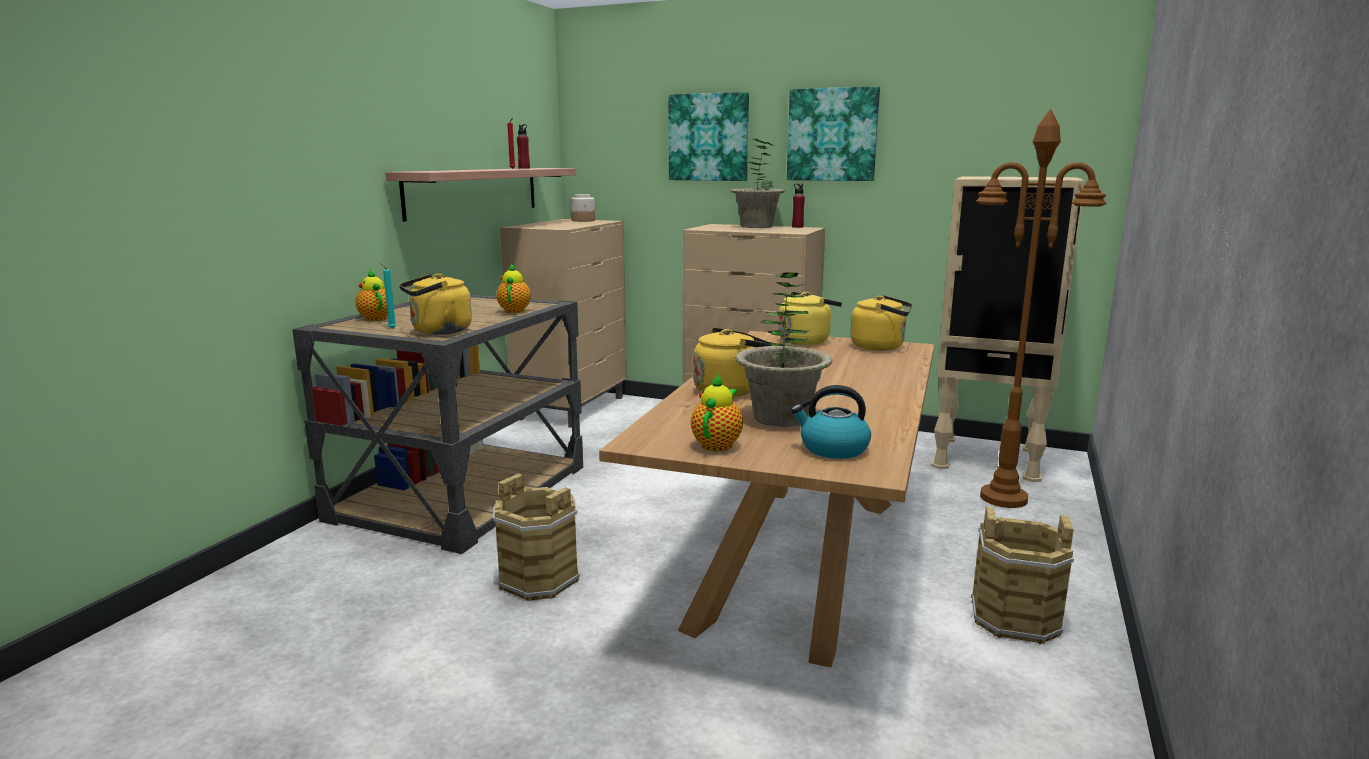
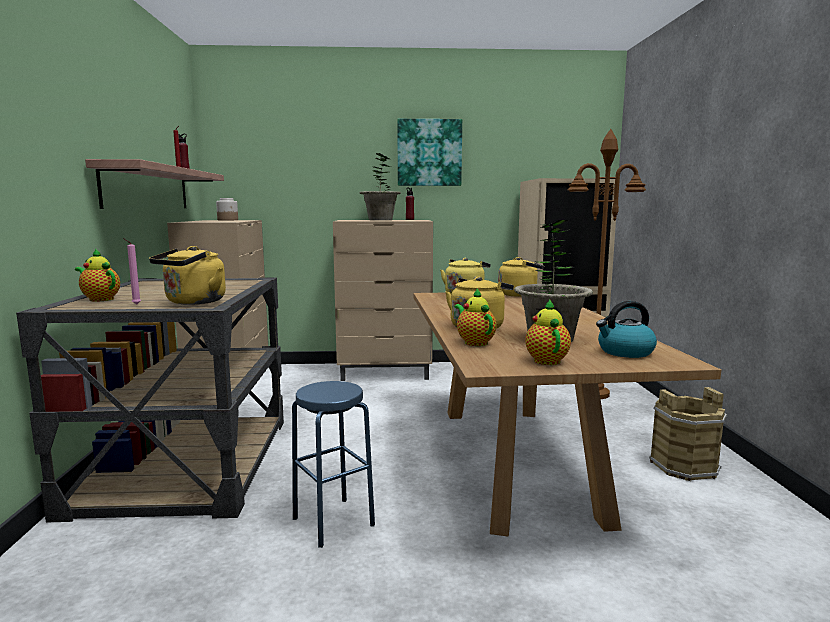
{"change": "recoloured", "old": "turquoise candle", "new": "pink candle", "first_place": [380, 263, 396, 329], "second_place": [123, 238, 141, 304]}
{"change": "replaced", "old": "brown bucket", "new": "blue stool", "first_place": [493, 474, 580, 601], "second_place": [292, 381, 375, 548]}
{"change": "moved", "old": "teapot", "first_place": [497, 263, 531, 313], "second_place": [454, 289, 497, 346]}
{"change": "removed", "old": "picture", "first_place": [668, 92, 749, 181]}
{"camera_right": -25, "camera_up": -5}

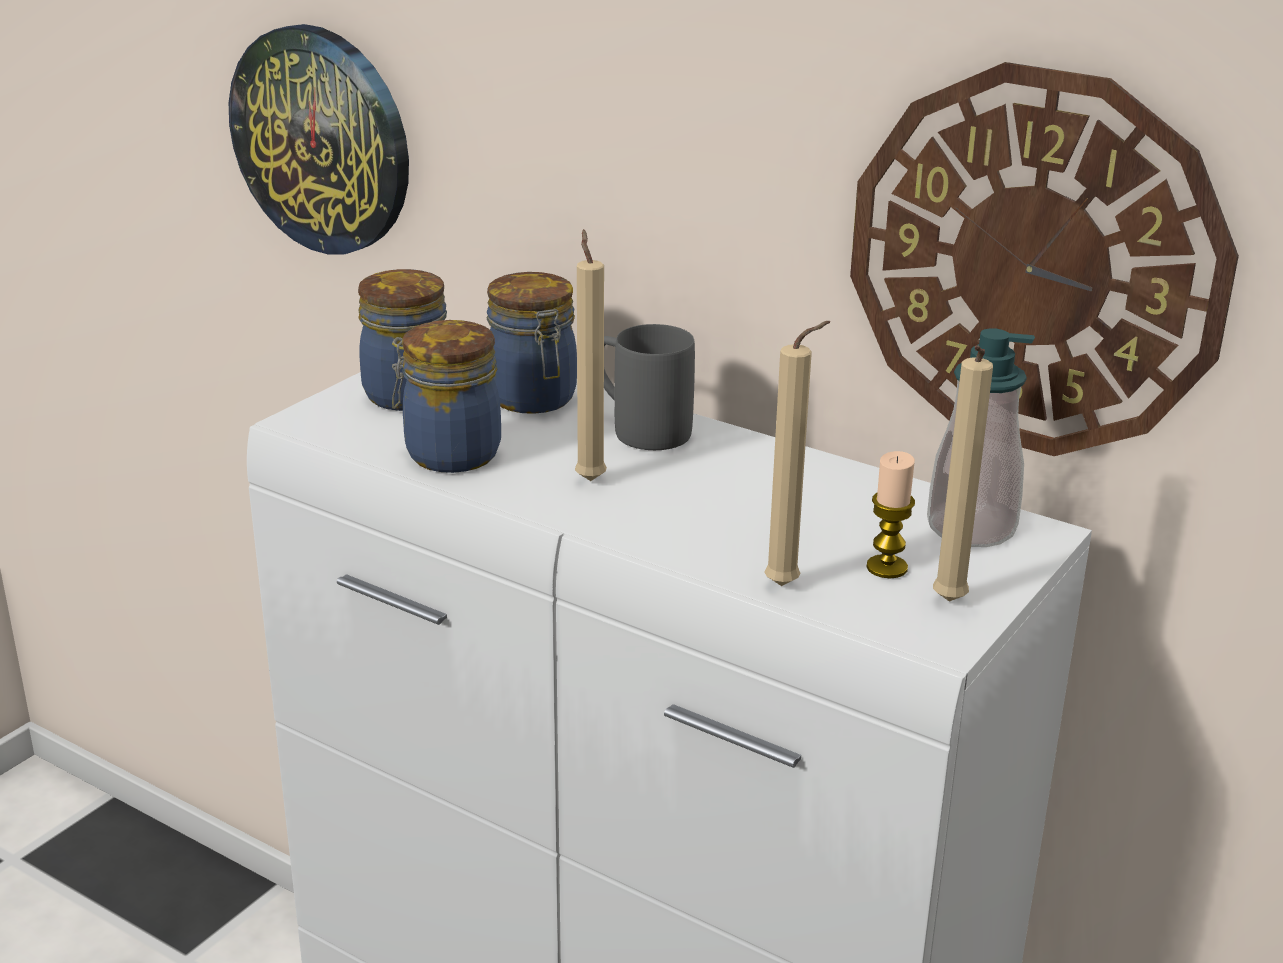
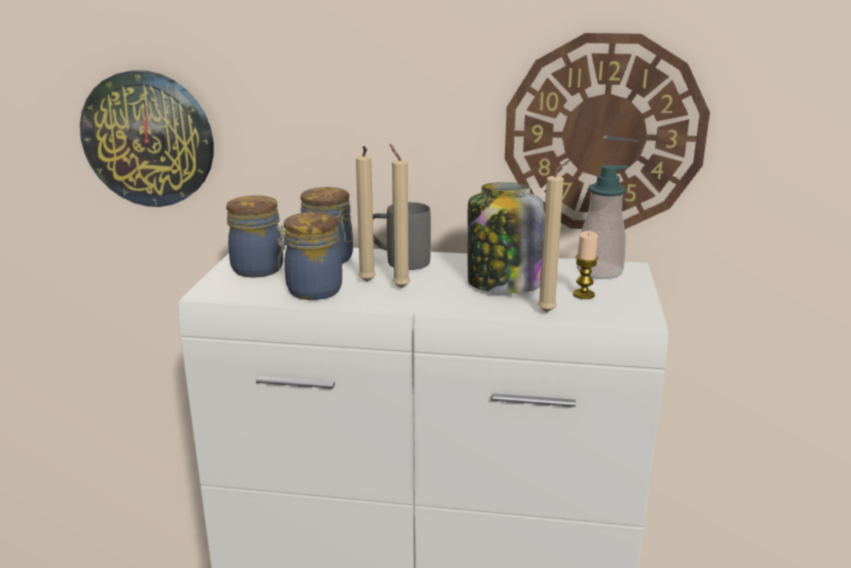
{"change": "moved", "old": "beige candle", "first_place": [933, 345, 993, 602], "second_place": [356, 146, 376, 282]}
{"change": "added", "new": "jar", "second_place": [467, 182, 544, 293]}
{"camera_right": -25, "camera_up": -5}

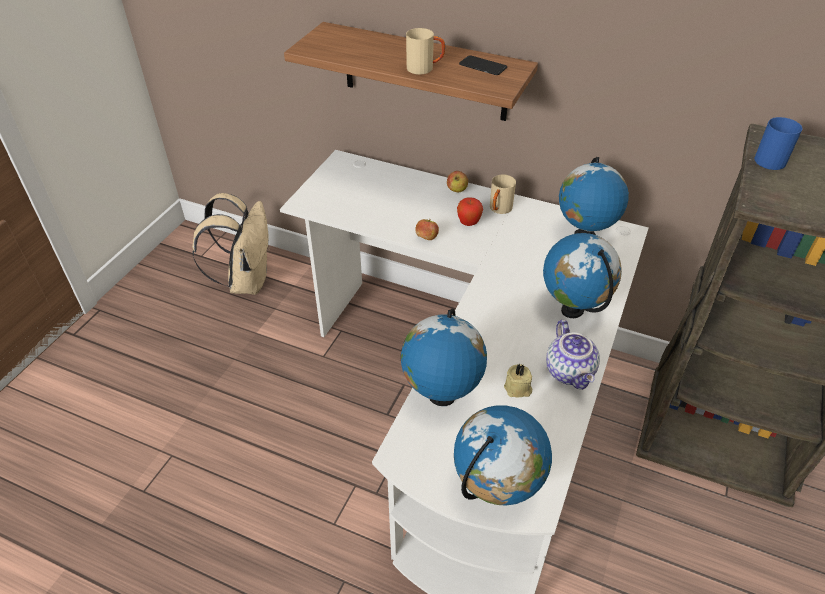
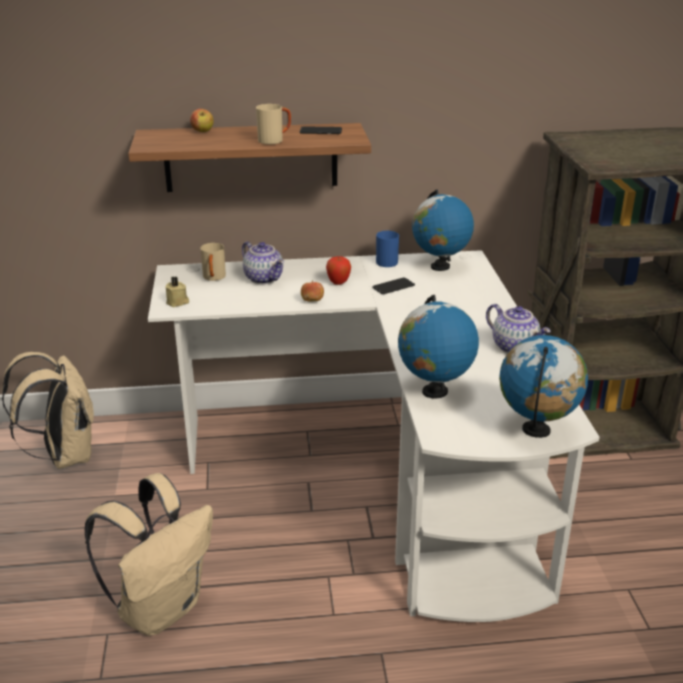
{"change": "added", "new": "beige backpack", "second_place": [85, 473, 213, 636]}
{"change": "moved", "old": "beige candle", "first_place": [504, 363, 532, 397], "second_place": [165, 276, 189, 307]}
{"change": "moved", "old": "apple", "first_place": [447, 171, 468, 192], "second_place": [190, 109, 214, 132]}
{"change": "moved", "old": "beige mug", "first_place": [490, 174, 516, 214], "second_place": [200, 243, 226, 281]}
{"change": "added", "new": "teapot", "second_place": [242, 241, 284, 284]}
{"change": "added", "new": "phone", "second_place": [372, 278, 415, 294]}
{"change": "moved", "old": "blue mug", "first_place": [754, 117, 803, 170], "second_place": [376, 231, 399, 267]}
{"change": "removed", "old": "globe", "first_place": [543, 233, 622, 318]}
{"camera_right": -30, "camera_up": -15}

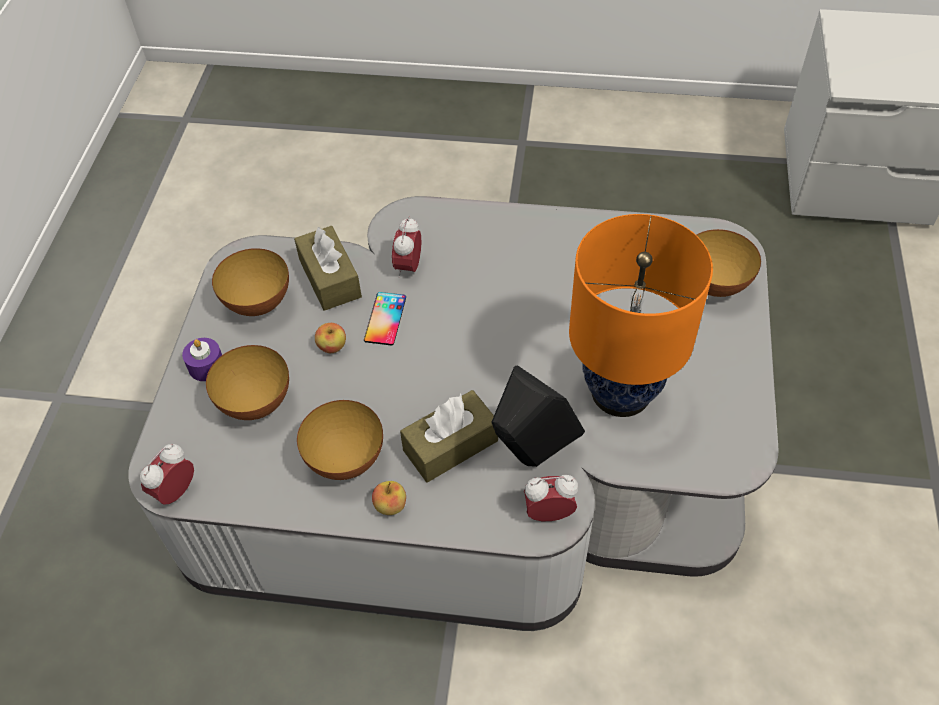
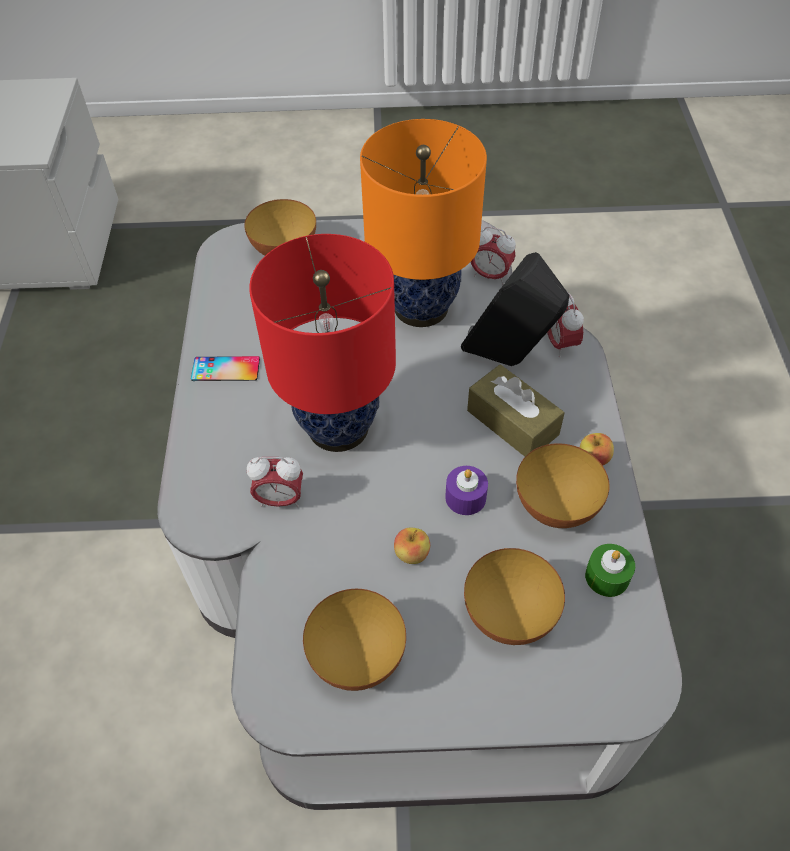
{"change": "moved", "old": "phone", "first_place": [364, 292, 406, 345], "second_place": [191, 356, 260, 381]}
{"change": "added", "new": "red table lamp", "second_place": [249, 234, 396, 452]}
{"change": "moved", "old": "purple candle", "first_place": [182, 338, 222, 381], "second_place": [445, 466, 488, 515]}
{"change": "moved", "old": "alarm clock", "first_place": [140, 444, 194, 504], "second_place": [471, 227, 516, 284]}
{"change": "added", "new": "green candle", "second_place": [585, 544, 635, 597]}
{"change": "removed", "old": "brown tissue box", "first_place": [294, 226, 362, 311]}
{"camera_right": -100, "camera_up": 0}

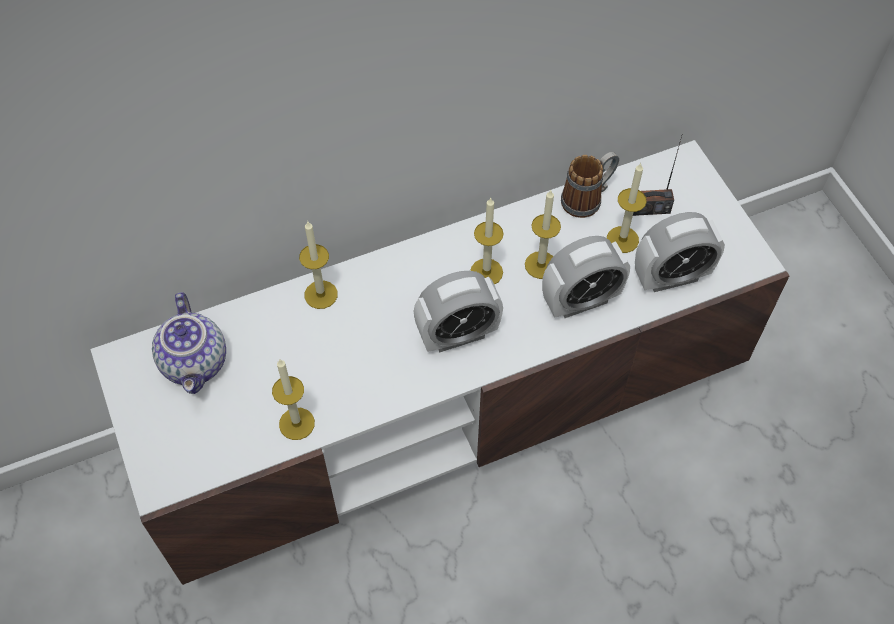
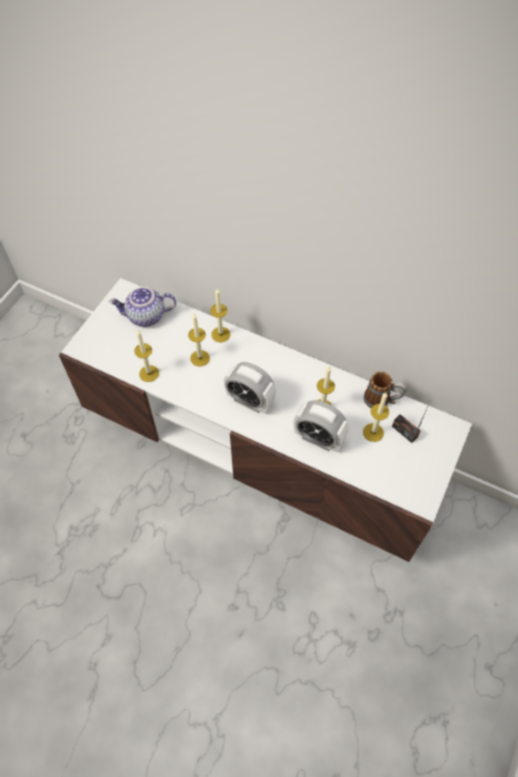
{"change": "turned", "old": "teapot", "first_place": [152, 292, 226, 394], "second_place": [109, 287, 176, 327], "degrees": 45}
{"change": "moved", "old": "candle", "first_place": [470, 197, 504, 285], "second_place": [188, 314, 210, 367]}
{"change": "removed", "old": "alarm clock", "first_place": [635, 212, 725, 292]}
{"camera_right": 50, "camera_up": 0}

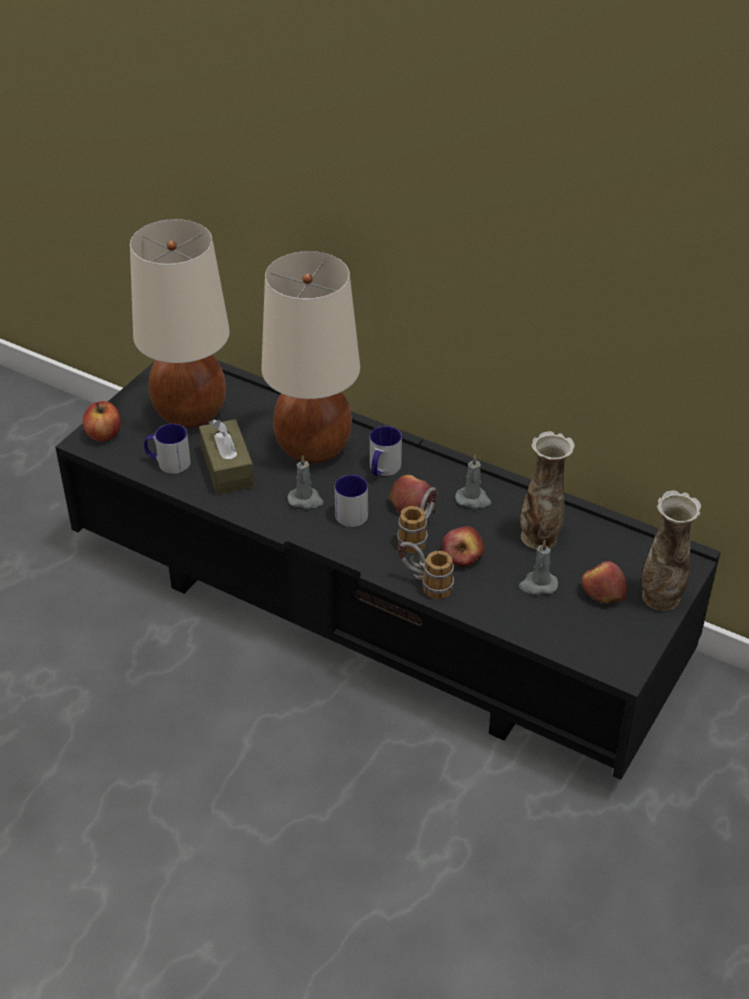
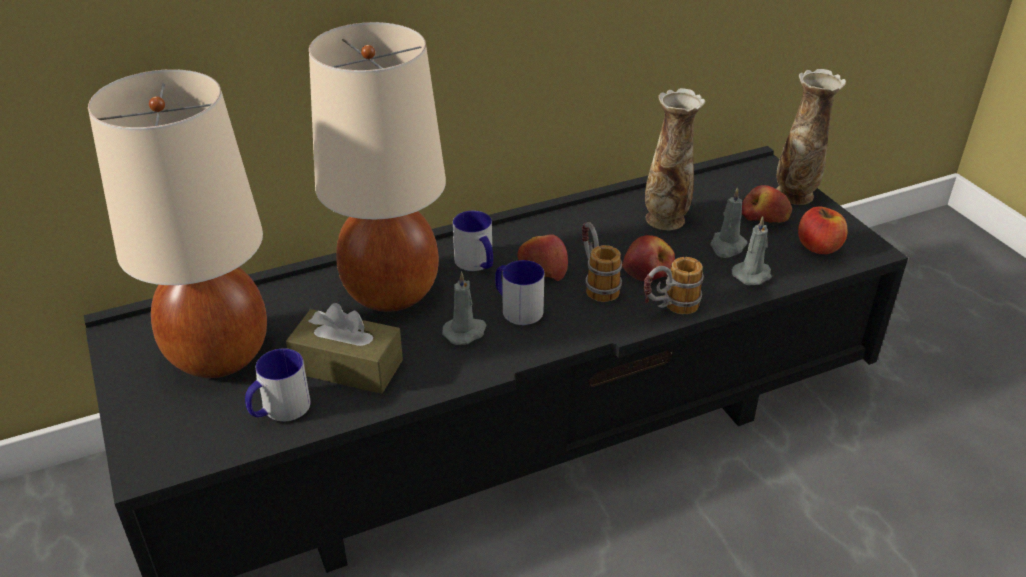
{"change": "moved", "old": "grey candle", "first_place": [455, 455, 492, 509], "second_place": [732, 216, 772, 285]}
{"change": "moved", "old": "apple", "first_place": [83, 401, 121, 442], "second_place": [798, 206, 848, 254]}
{"camera_right": -55, "camera_up": -5}

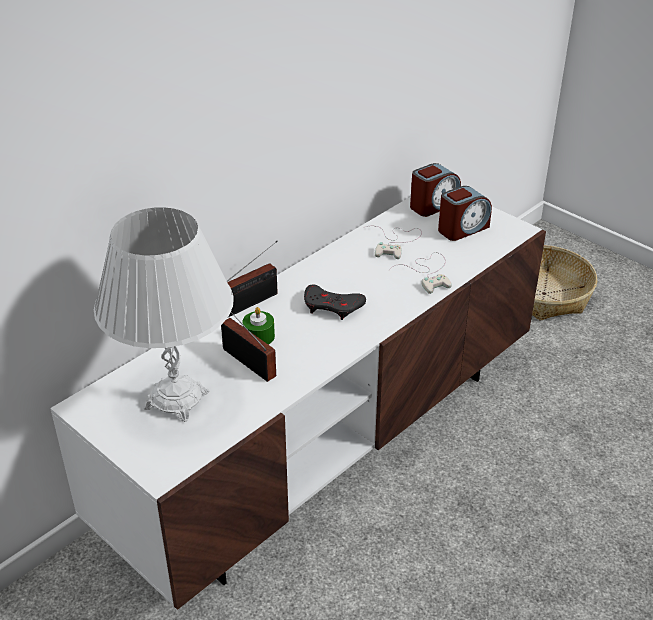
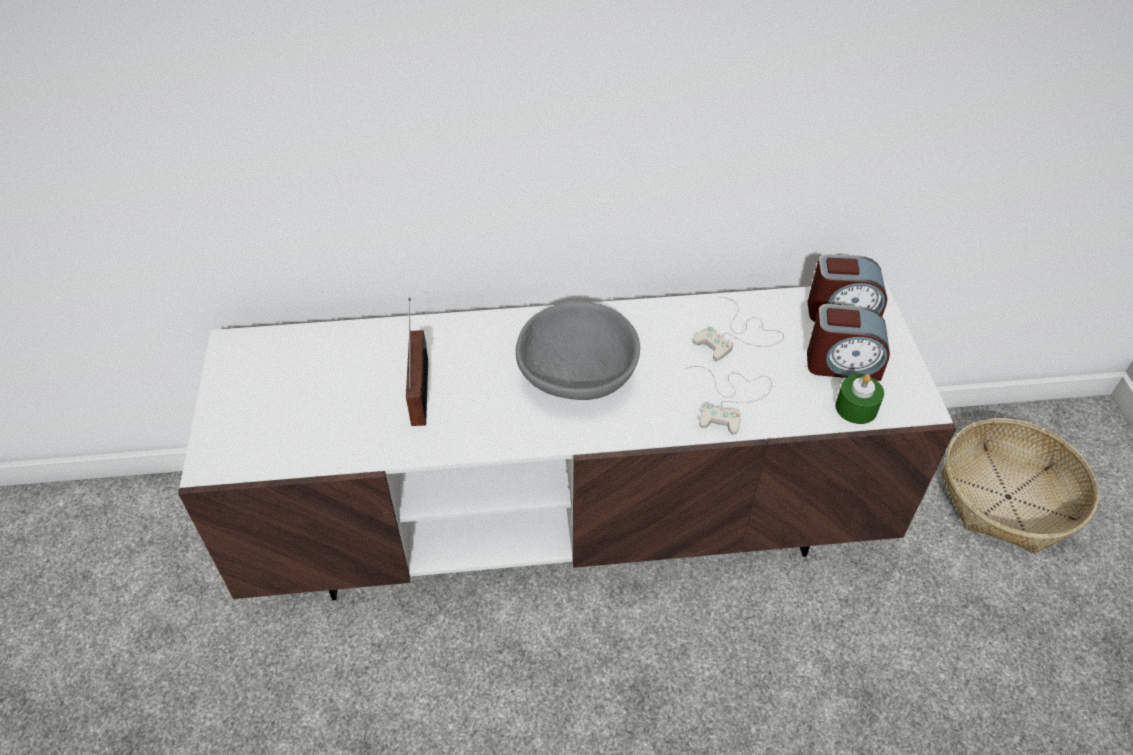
{"change": "replaced", "old": "grey game controller", "new": "grey bowl", "first_place": [304, 284, 366, 320], "second_place": [516, 301, 640, 400]}
{"change": "moved", "old": "green candle", "first_place": [243, 307, 275, 345], "second_place": [835, 374, 884, 424]}
{"change": "removed", "old": "white table lamp", "first_place": [94, 207, 234, 422]}
{"change": "removed", "old": "radio", "first_place": [227, 241, 278, 317]}
{"camera_right": 40, "camera_up": 10}

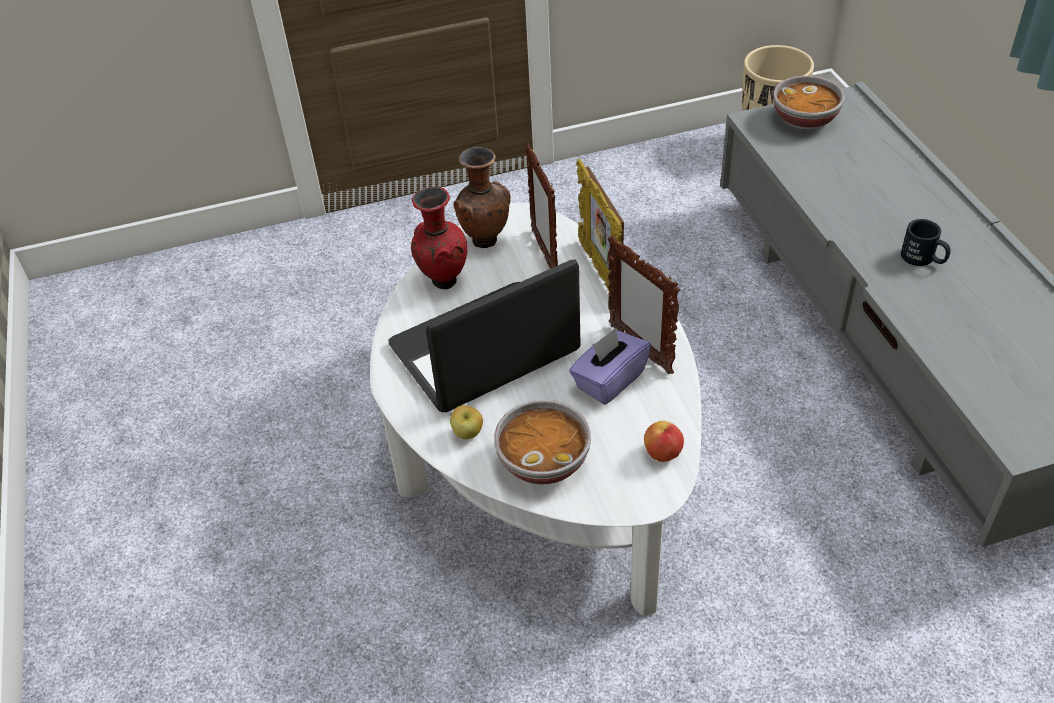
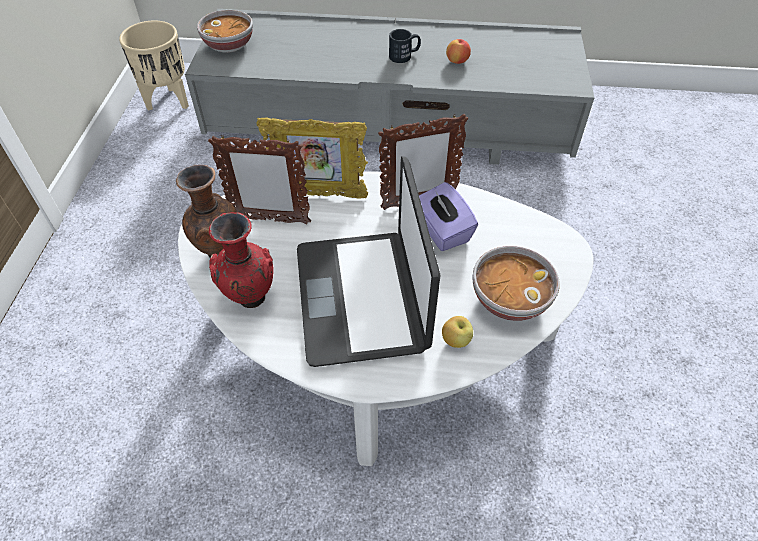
{"change": "moved", "old": "apple", "first_place": [644, 421, 684, 462], "second_place": [446, 39, 471, 64]}
{"camera_right": -70, "camera_up": 5}

